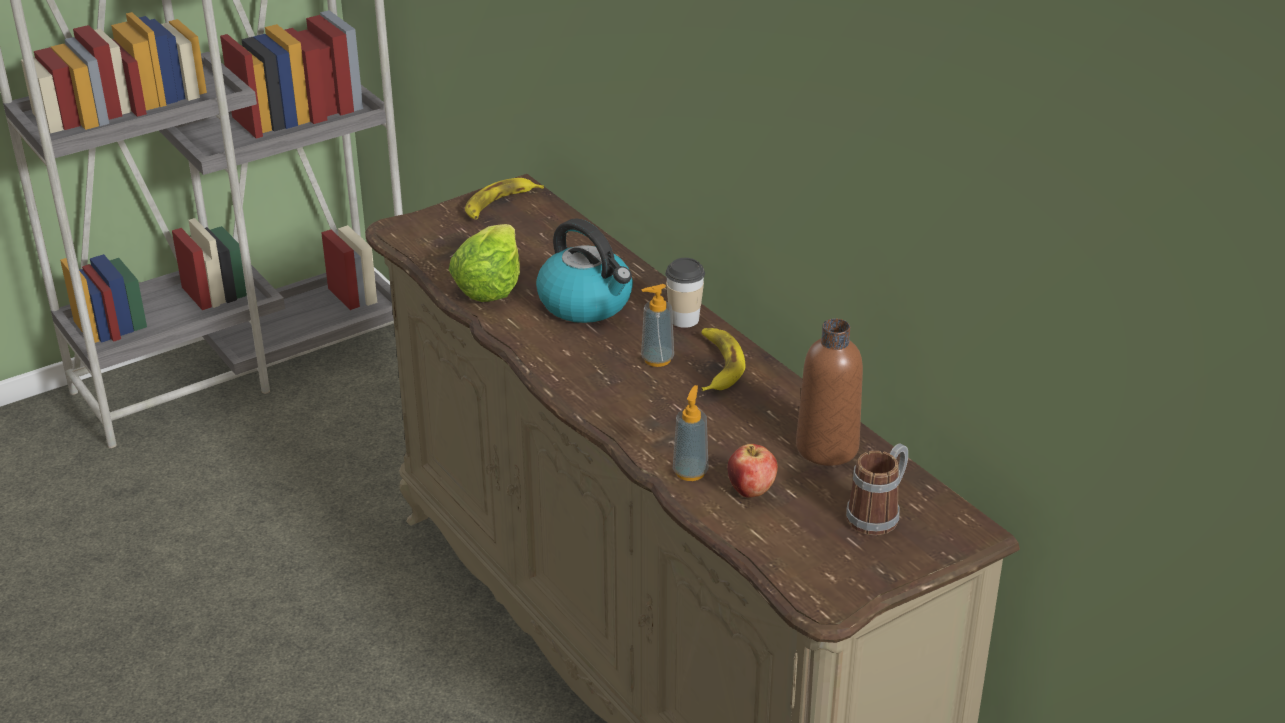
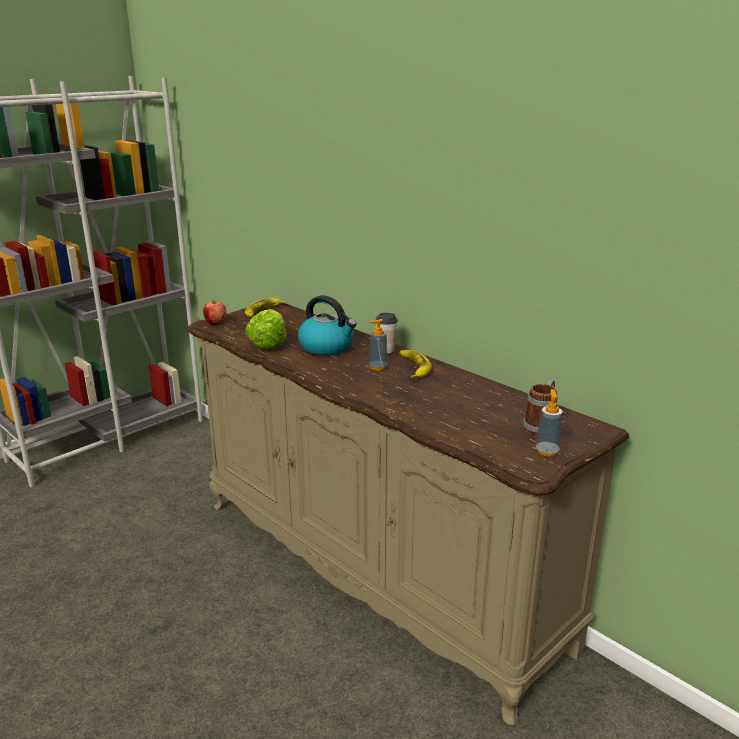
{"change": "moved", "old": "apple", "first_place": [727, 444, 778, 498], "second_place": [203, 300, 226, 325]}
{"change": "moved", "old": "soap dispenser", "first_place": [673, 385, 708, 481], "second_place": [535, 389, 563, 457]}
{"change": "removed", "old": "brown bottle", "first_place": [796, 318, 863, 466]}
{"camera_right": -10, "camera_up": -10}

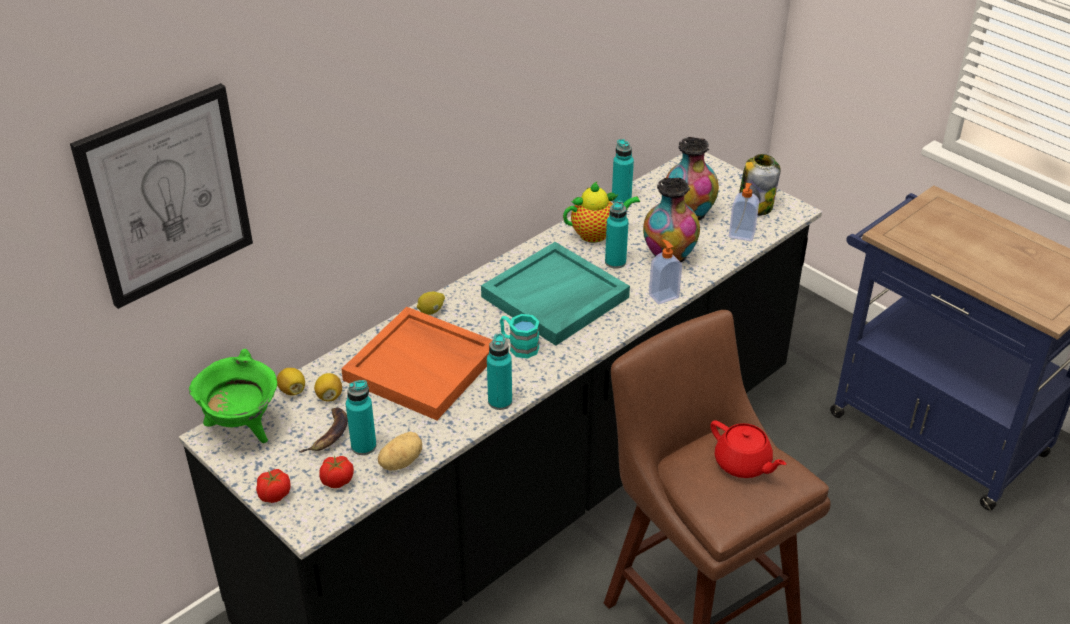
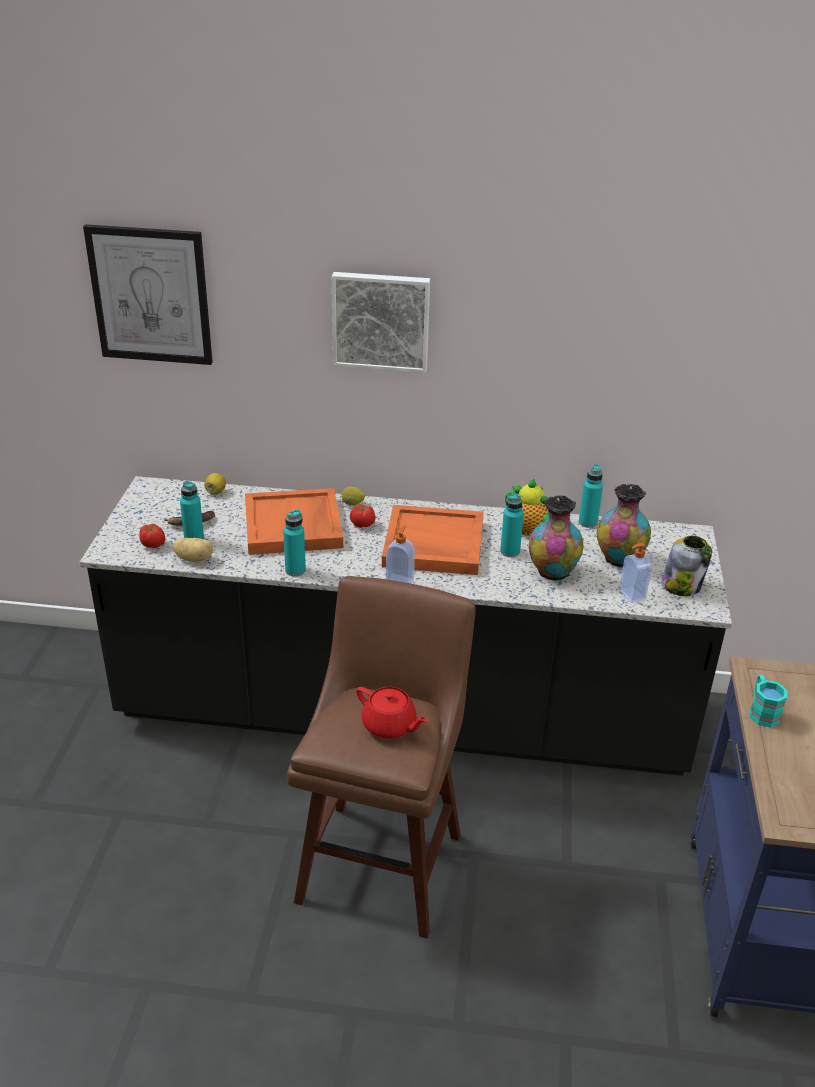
{"change": "added", "new": "picture", "second_place": [332, 272, 430, 373]}
{"change": "moved", "old": "tomato", "first_place": [256, 469, 291, 503], "second_place": [350, 504, 376, 528]}
{"change": "turned", "old": "red teapot", "first_place": [711, 420, 786, 478], "second_place": [356, 687, 428, 739], "degrees": -60}
{"change": "recoloured", "old": "turquoise tray", "new": "orange tray", "first_place": [481, 242, 630, 346], "second_place": [382, 505, 484, 575]}
{"change": "moved", "old": "soap dispenser", "first_place": [649, 239, 682, 304], "second_place": [386, 526, 415, 583]}
{"change": "moved", "old": "turquoise mug", "first_place": [500, 314, 539, 359], "second_place": [750, 675, 787, 728]}
{"change": "removed", "old": "green cooking pot", "first_place": [189, 349, 277, 443]}
{"change": "removed", "old": "lemon", "first_place": [314, 373, 342, 402]}
{"camera_right": 50, "camera_up": -5}

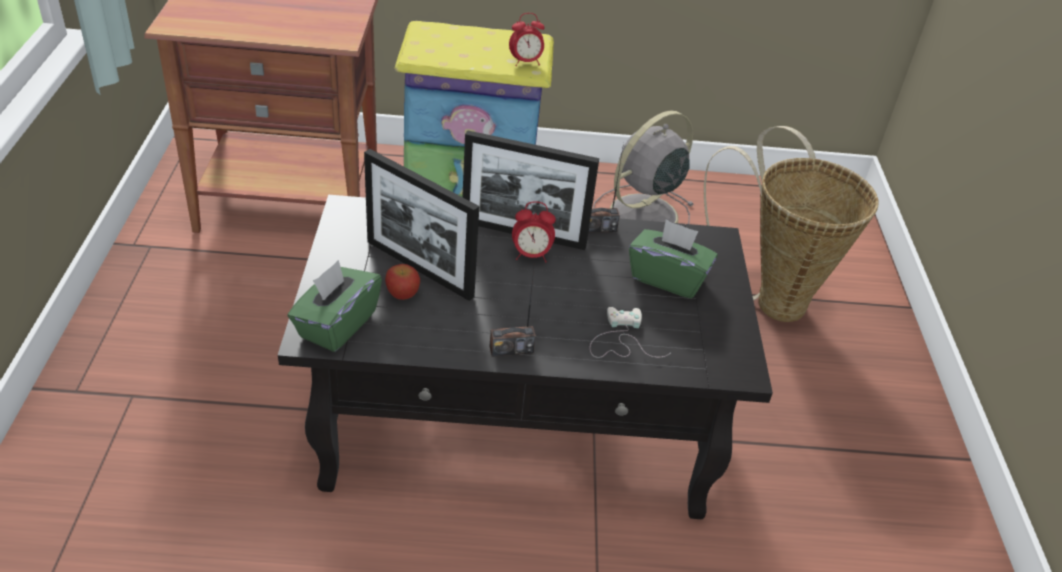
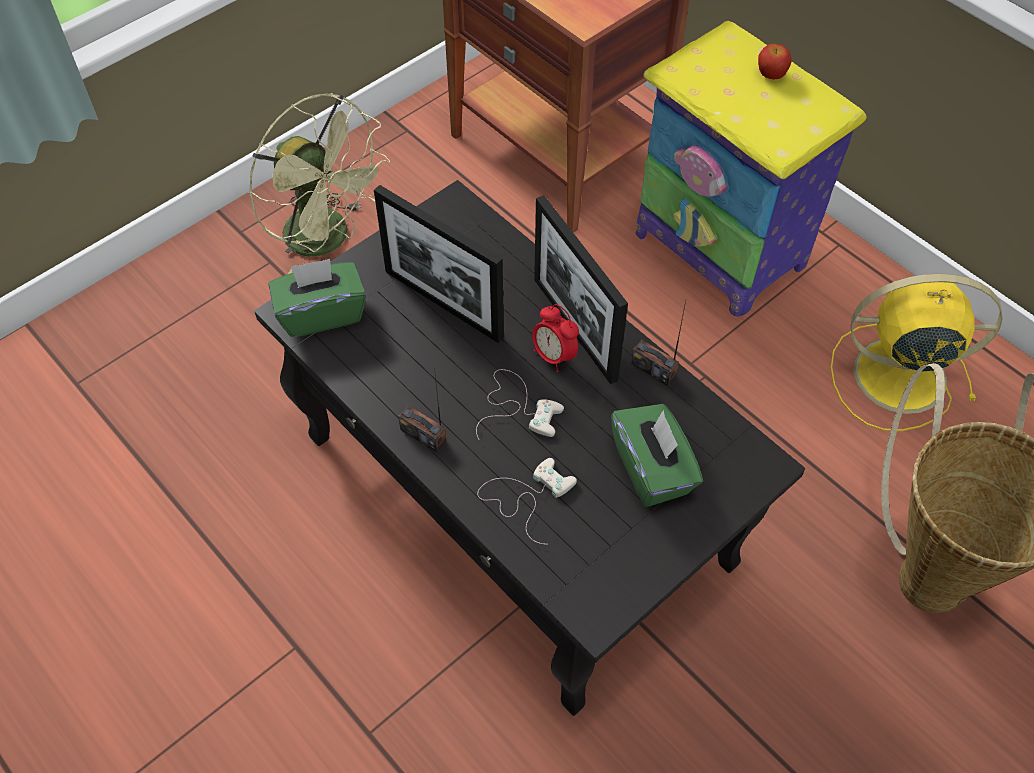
{"change": "added", "new": "green fan", "second_place": [249, 93, 390, 274]}
{"change": "turned", "old": "picture frame", "first_place": [364, 149, 479, 301], "second_place": [374, 185, 504, 343], "degrees": -45}
{"change": "added", "new": "white game controller", "second_place": [476, 369, 564, 439]}
{"change": "moved", "old": "apple", "first_place": [385, 264, 420, 300], "second_place": [758, 44, 791, 80]}
{"change": "recoloured", "old": "grey fan", "new": "yellow fan", "first_place": [593, 110, 694, 224], "second_place": [831, 274, 1002, 431]}
{"change": "removed", "old": "alarm clock", "first_place": [509, 13, 545, 66]}
{"camera_right": 50, "camera_up": 15}

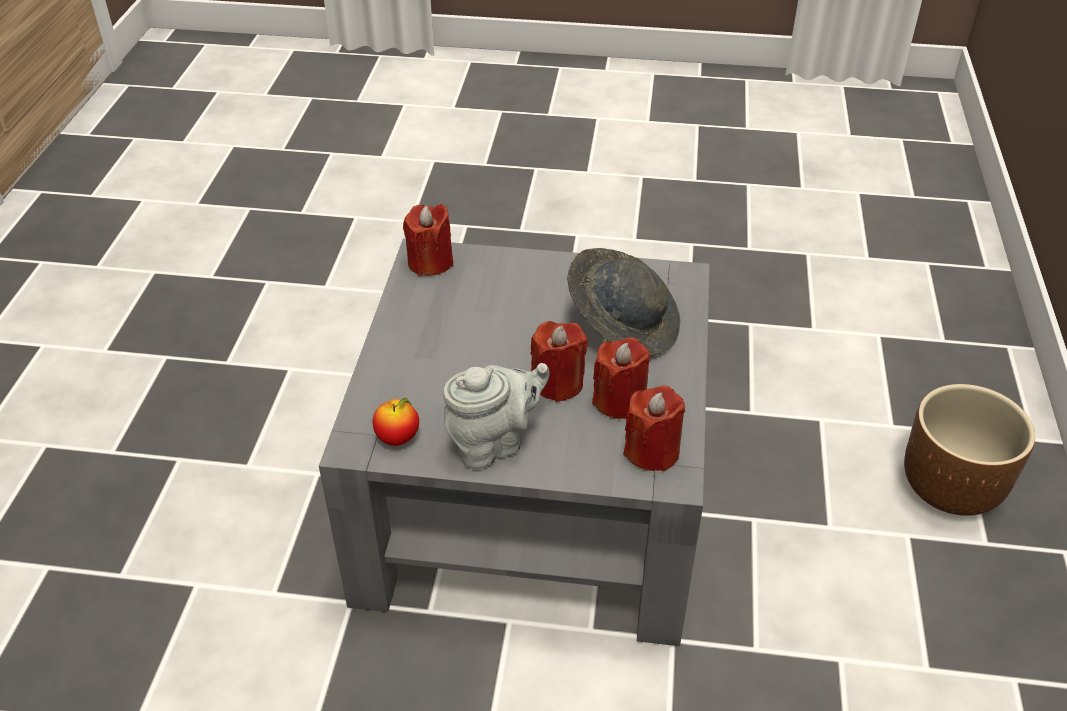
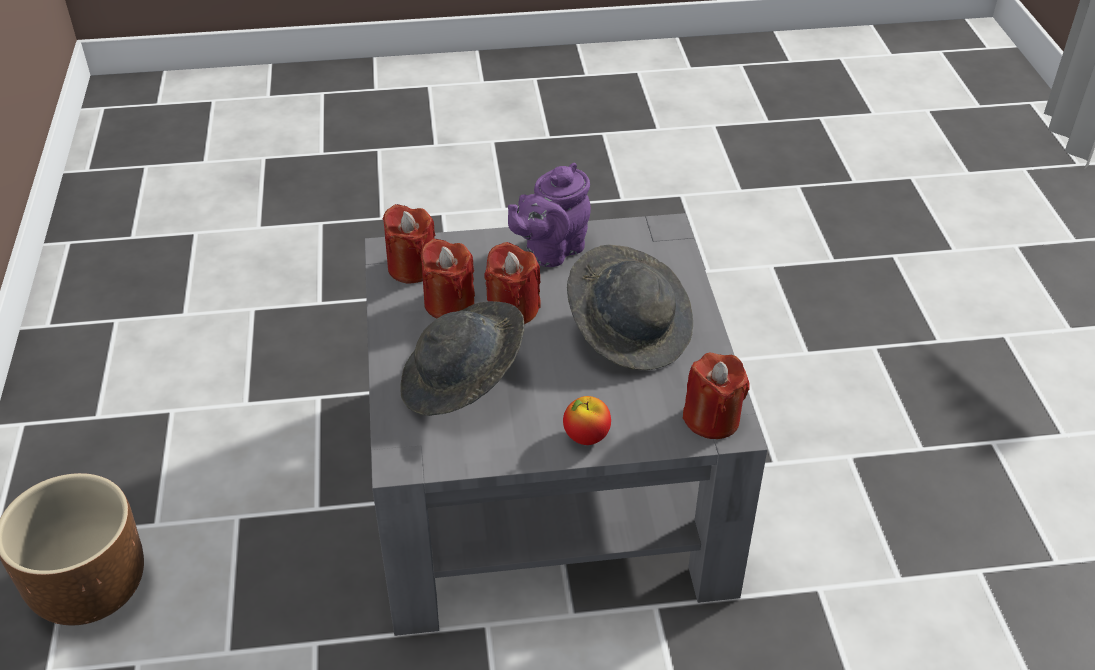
{"change": "recoloured", "old": "grey teapot", "new": "purple teapot", "first_place": [443, 363, 550, 469], "second_place": [508, 163, 591, 267]}
{"change": "moved", "old": "apple", "first_place": [372, 398, 419, 446], "second_place": [563, 396, 611, 445]}
{"change": "added", "new": "grey hat", "second_place": [567, 245, 693, 371]}
{"camera_right": 165, "camera_up": 0}

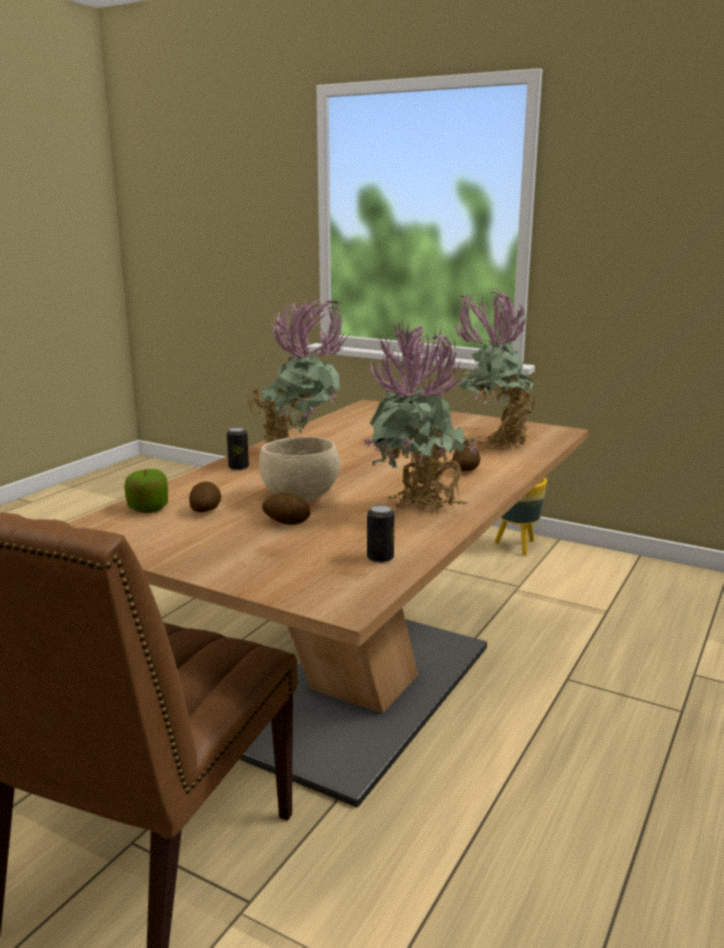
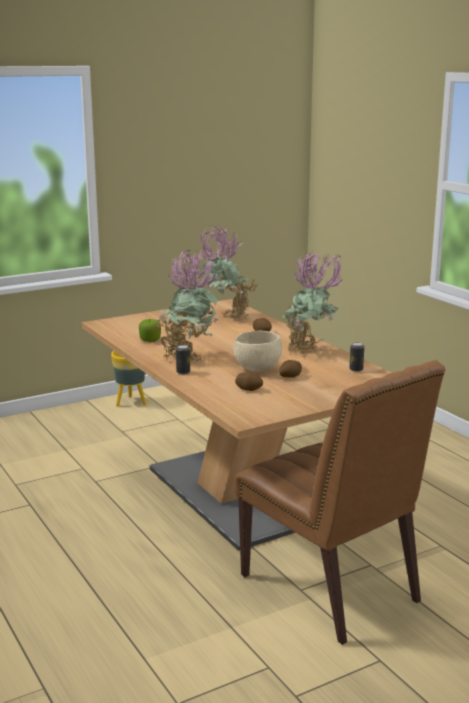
{"change": "moved", "old": "apple", "first_place": [124, 469, 168, 513], "second_place": [139, 319, 161, 342]}
{"camera_right": -60, "camera_up": 0}

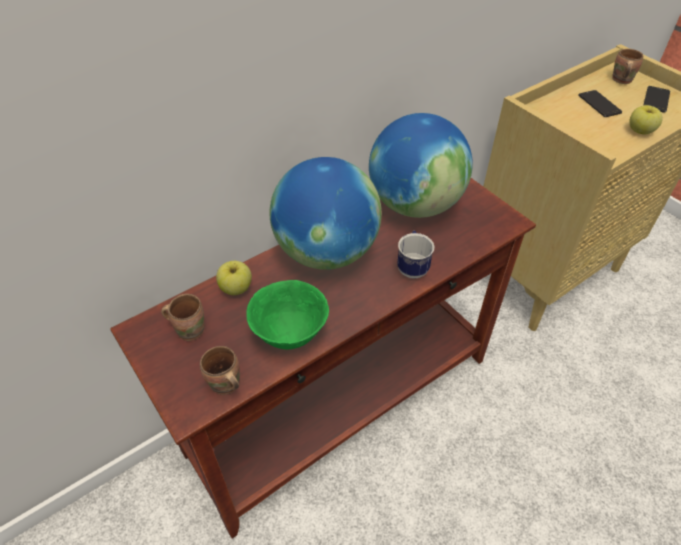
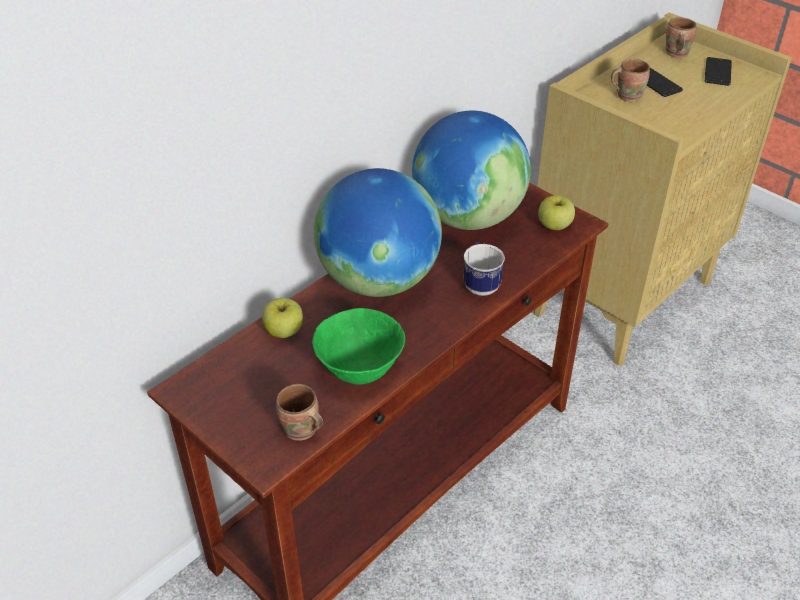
{"change": "moved", "old": "apple", "first_place": [629, 105, 663, 134], "second_place": [538, 195, 575, 230]}
{"change": "moved", "old": "brown mug", "first_place": [161, 294, 205, 341], "second_place": [611, 59, 650, 102]}
{"camera_right": -10, "camera_up": -5}

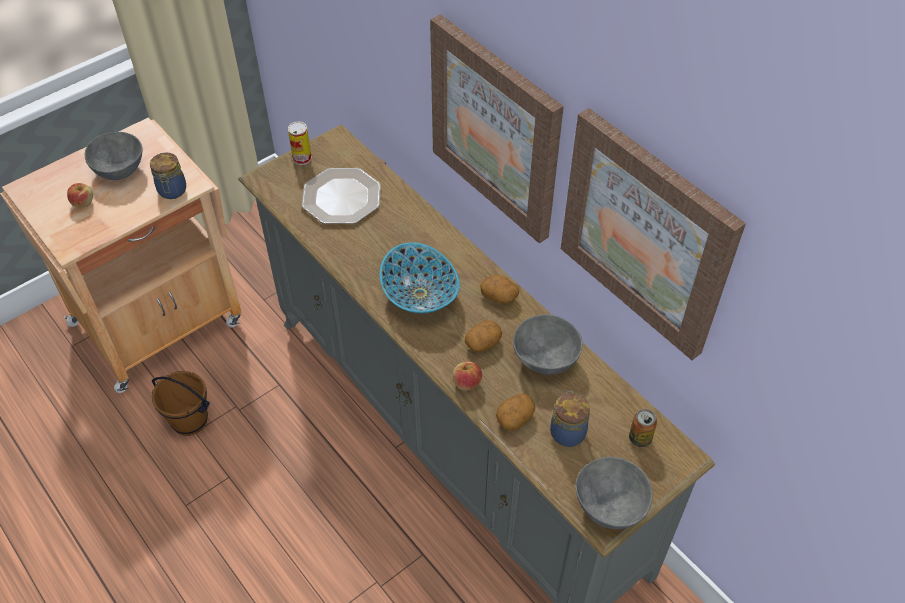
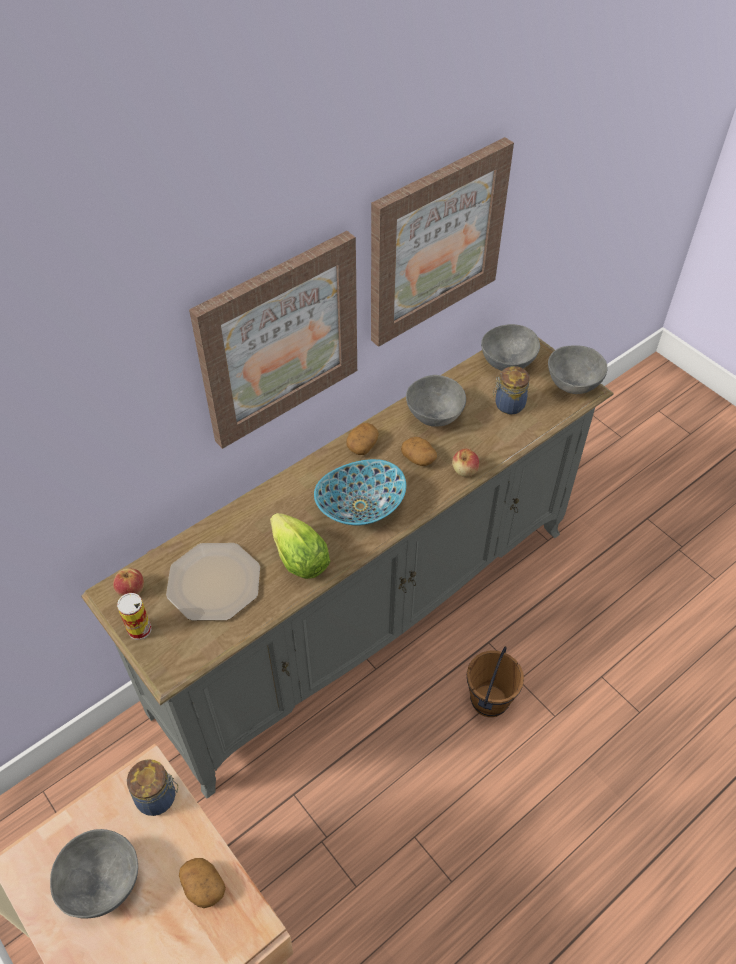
{"change": "moved", "old": "apple", "first_place": [67, 183, 93, 208], "second_place": [113, 568, 144, 596]}
{"change": "moved", "old": "potato", "first_place": [496, 394, 535, 431], "second_place": [179, 858, 226, 908]}
{"change": "added", "new": "lettuce", "second_place": [270, 513, 330, 579]}
{"change": "moved", "old": "brown bucket", "first_place": [152, 371, 210, 436], "second_place": [467, 646, 524, 717]}
{"change": "replaced", "old": "can", "new": "grey bowl", "first_place": [629, 409, 657, 447], "second_place": [481, 324, 540, 371]}
{"camera_right": -90, "camera_up": 0}

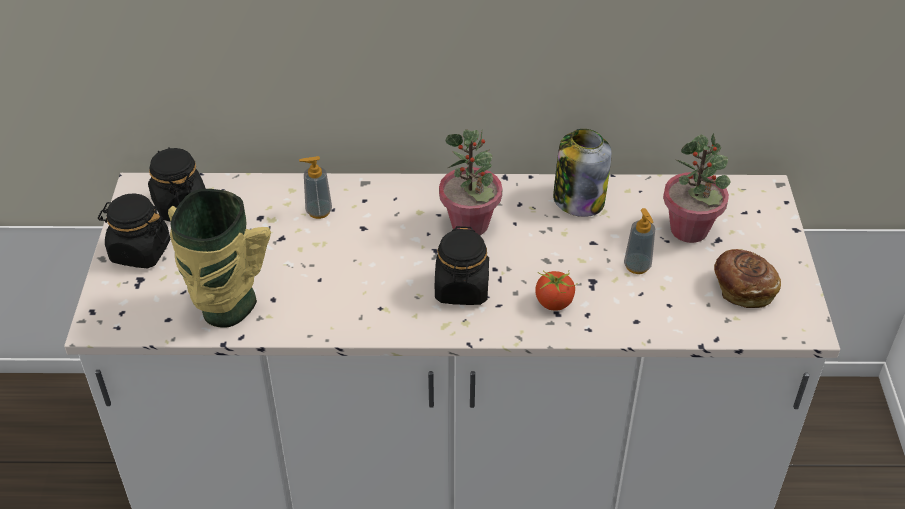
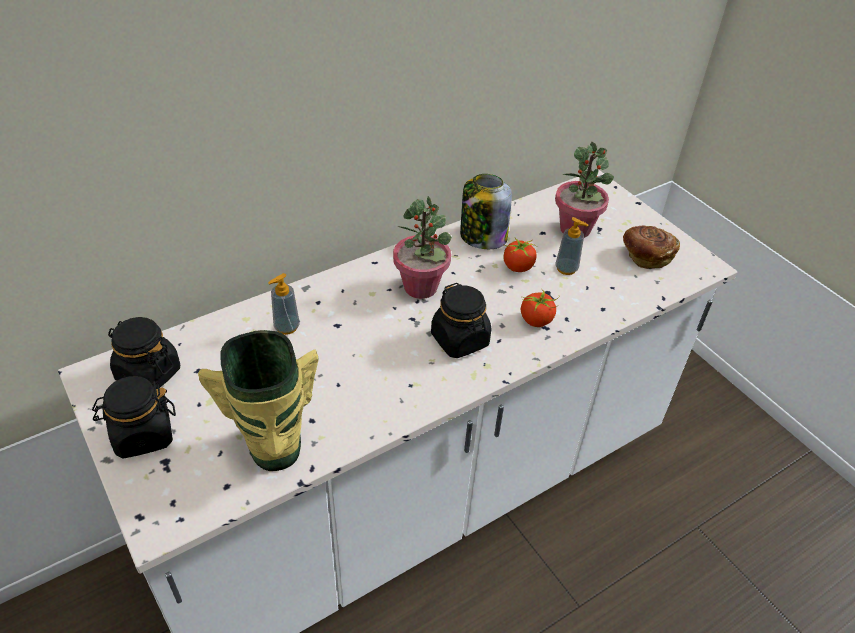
{"change": "added", "new": "tomato", "second_place": [503, 237, 537, 272]}
{"camera_right": -35, "camera_up": 0}

